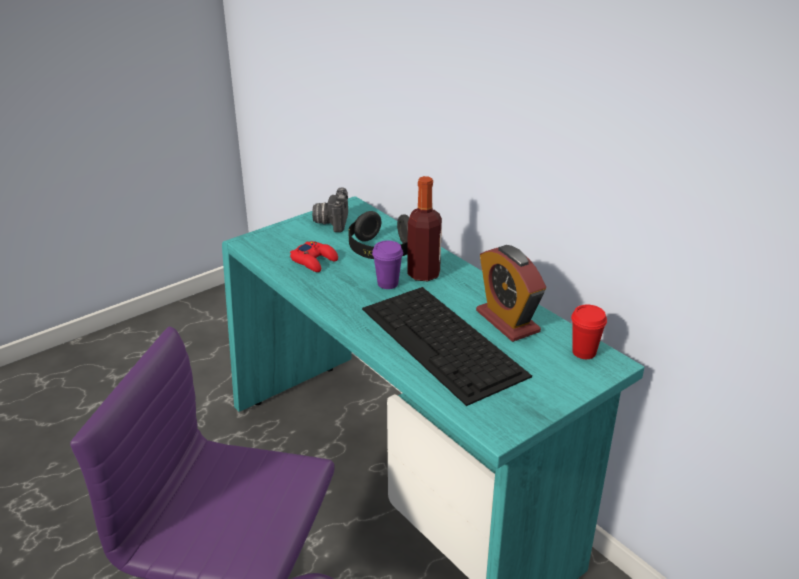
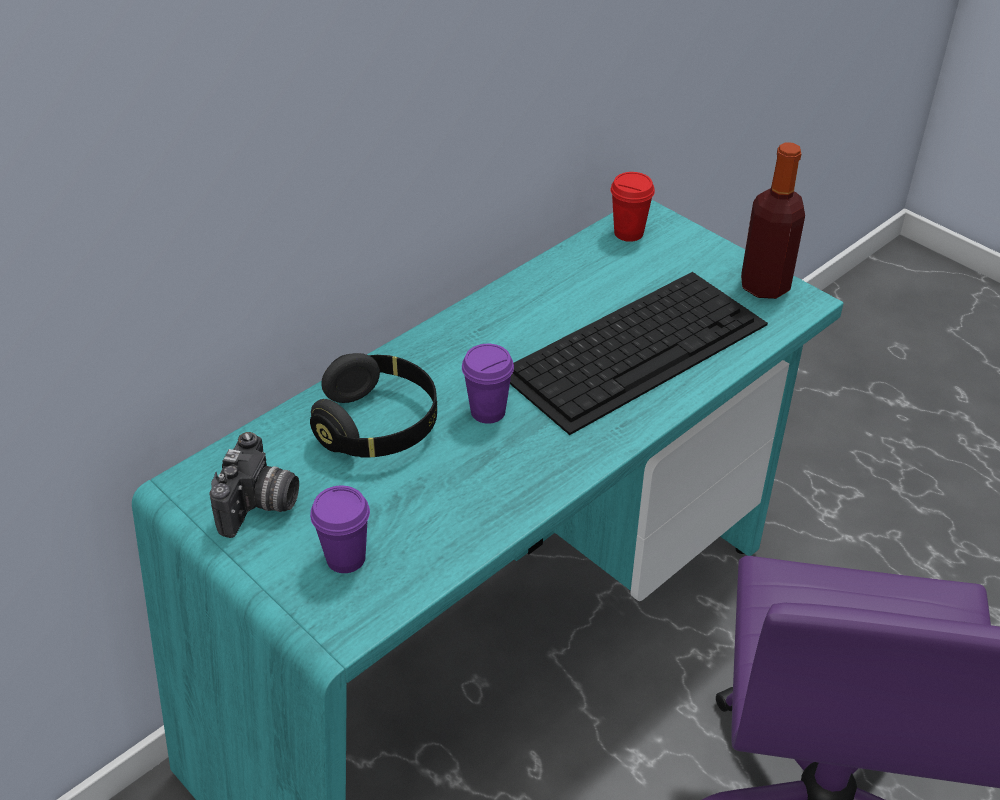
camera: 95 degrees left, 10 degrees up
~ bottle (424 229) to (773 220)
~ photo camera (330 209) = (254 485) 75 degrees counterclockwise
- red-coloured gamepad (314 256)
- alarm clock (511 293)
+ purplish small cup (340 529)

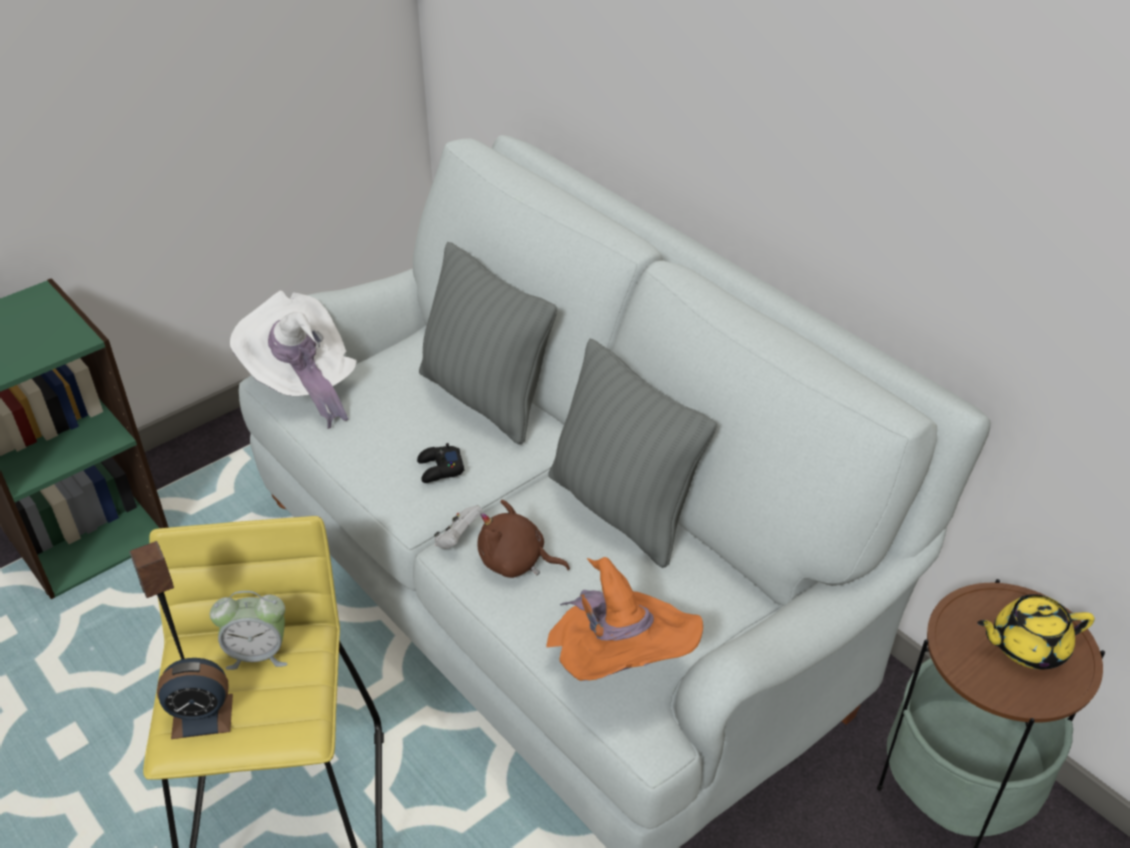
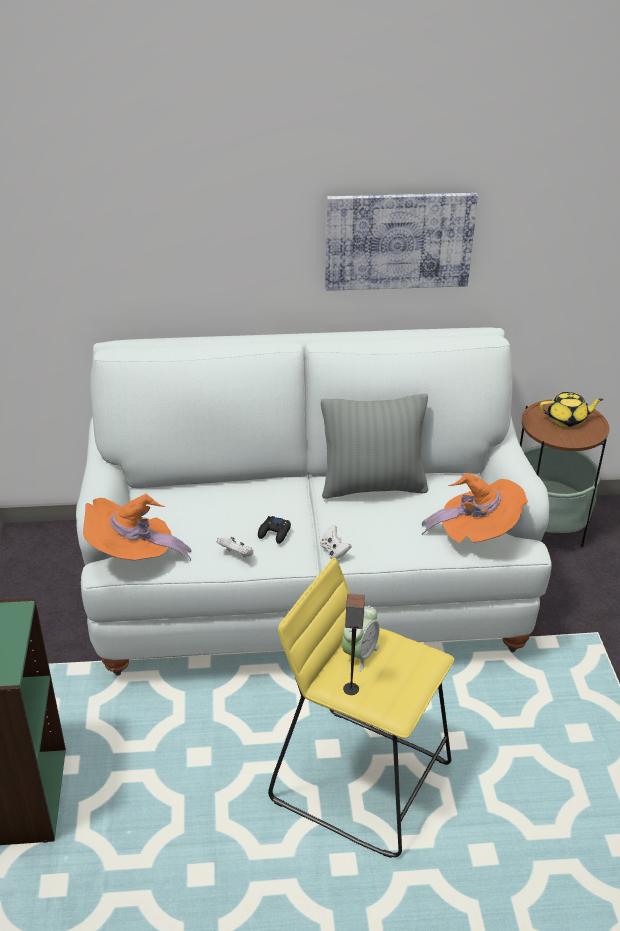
camera: 55 degrees left, 5 degrees down
- greyish cushion (488 343)
~ whitish wearable hat (293 359) to orange-coloured wearable hat (137 527)
- brown plush toy (523 539)
~ yellowish tea pot (1036 632) = (571 409) 120 degrees counterclockwise
- alarm clock (195 698)
+ picture (401 242)
+ whitish gamepad (235 547)

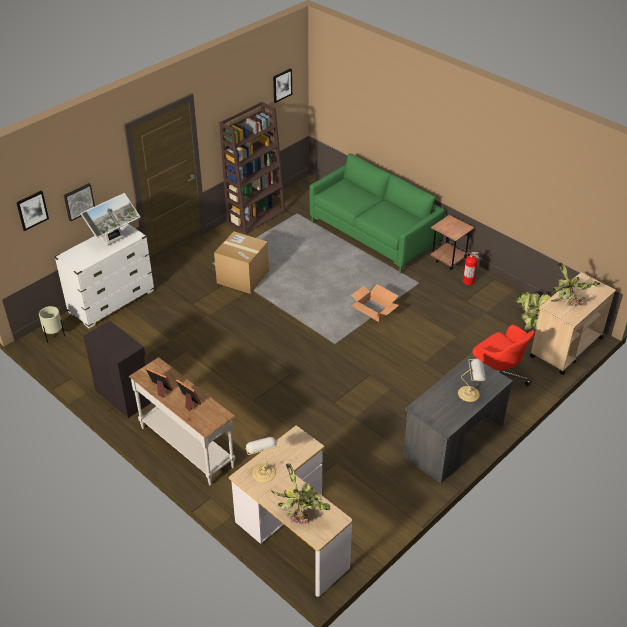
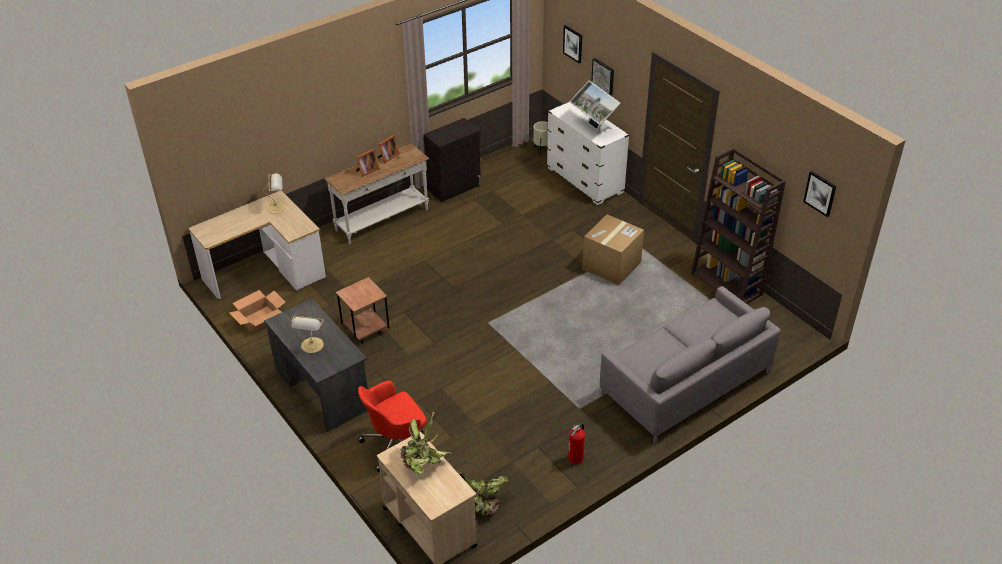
camera: 100 degrees right, 0 degrees up
~ green-coloured couch (377 213) to greyish couch (690 365)
~ brown end table (452 242) to (363 310)
~ packing box (375 303) to (257 311)
- potted plant (300 494)

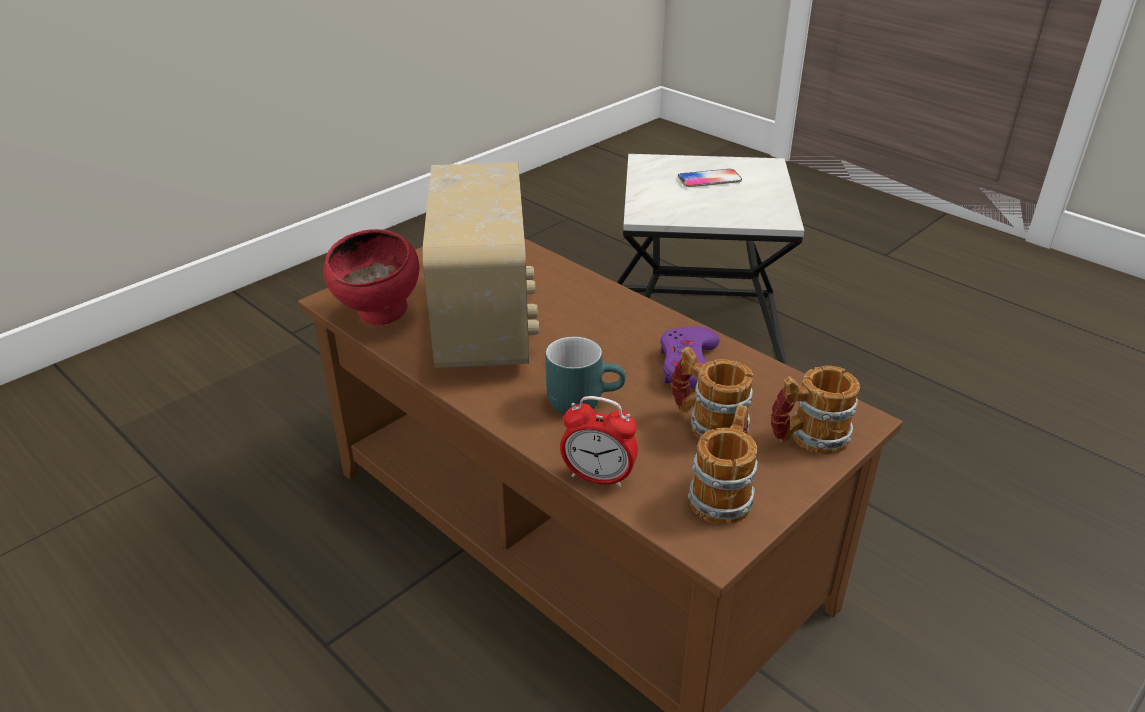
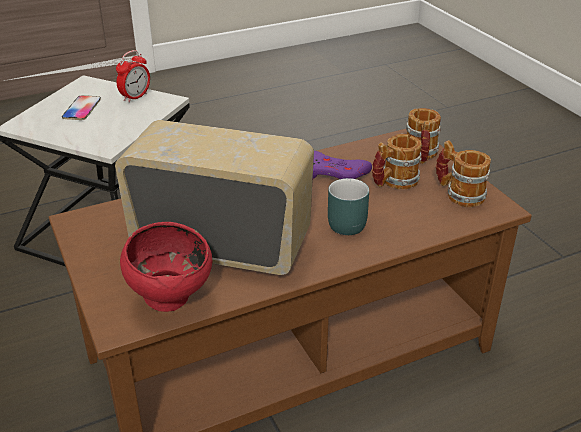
camera: 70 degrees left, 0 degrees up
~ alarm clock (599 441) to (133 76)

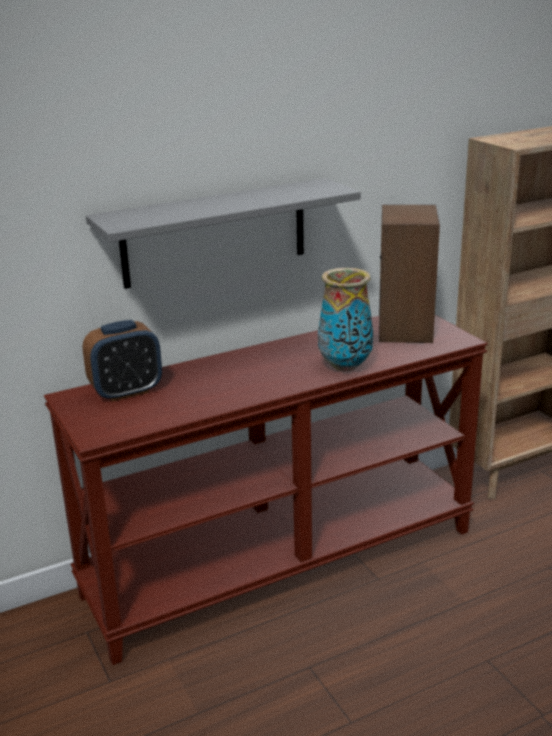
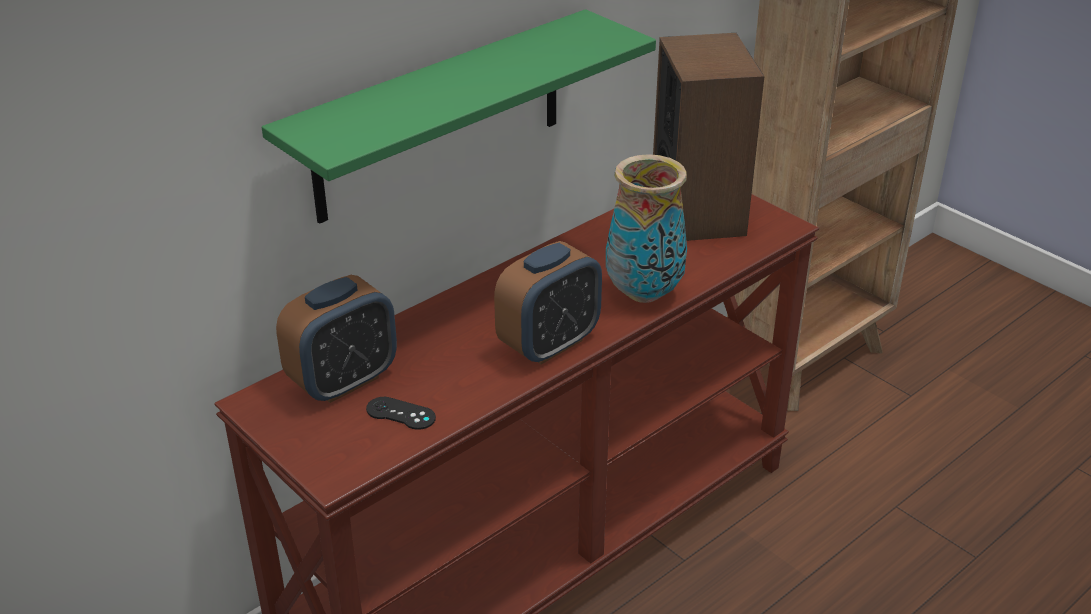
camera: 15 degrees left, 10 degrees up
~ greyish shelf (223 233) to green-coloured shelf (459 116)
+ alarm clock (548 302)
+ black-coloured gamepad (401 413)

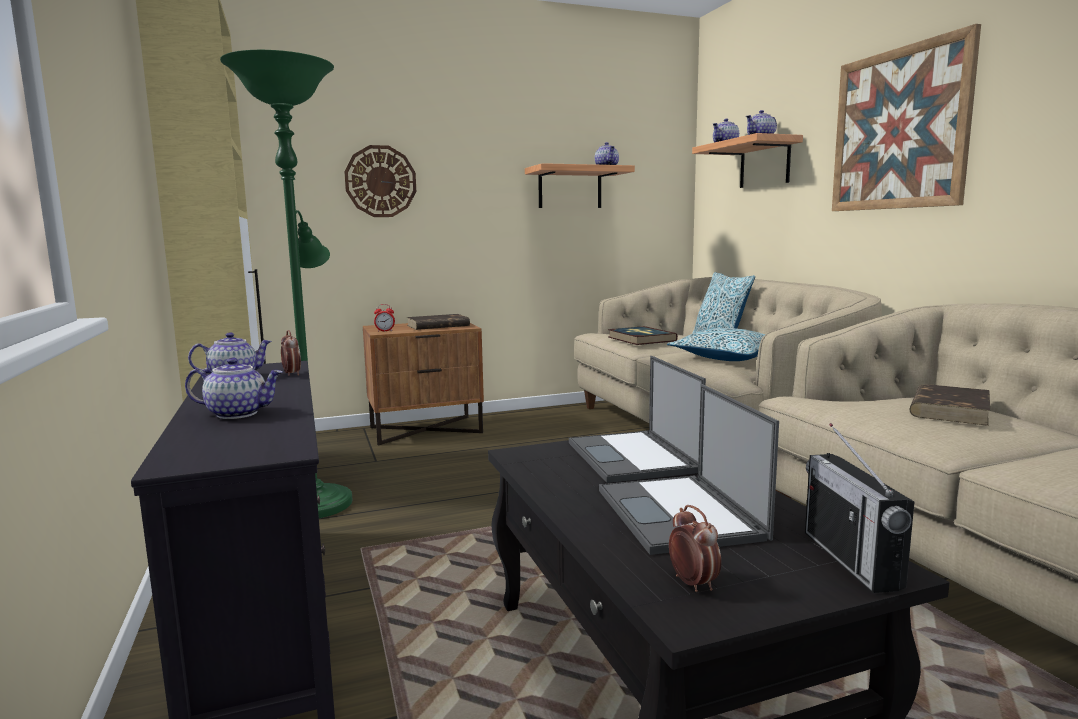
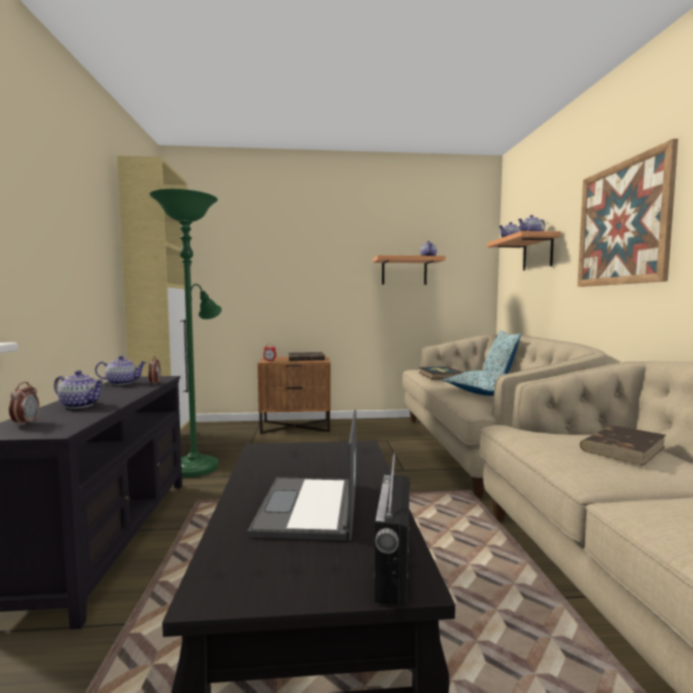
camera: 15 degrees right, 5 degrees down
- hanging clock (380 181)
- portable computer (637 419)
~ alarm clock (695 548) to (24 404)

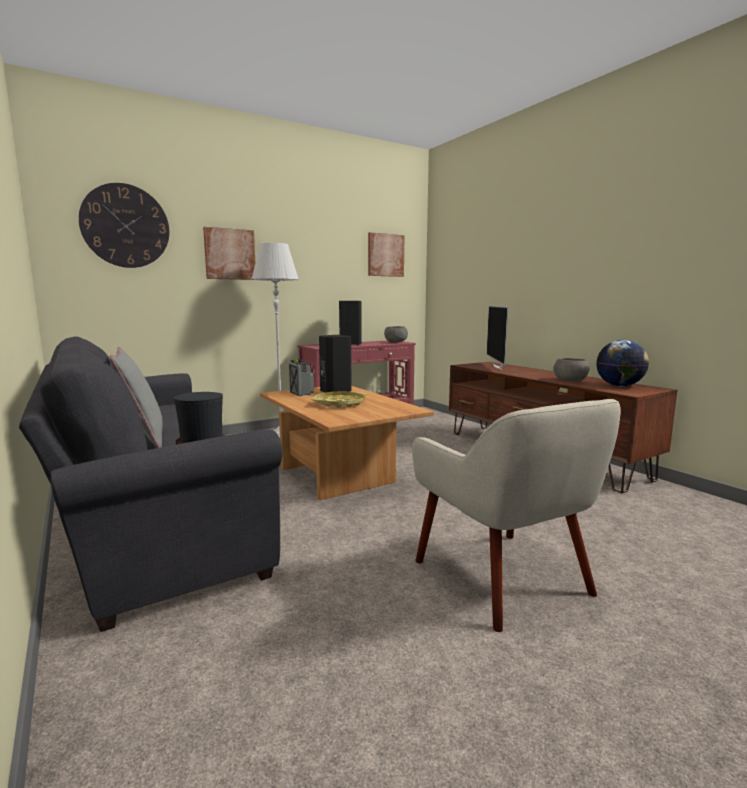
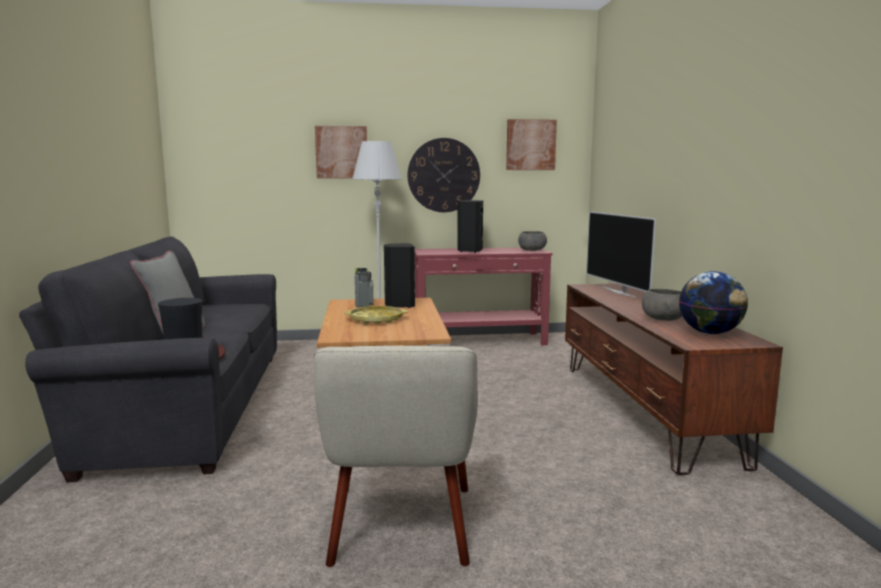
camera: 25 degrees right, 0 degrees up
~ hanging clock (124 225) to (443 175)
~ TV (497 338) = (621 254) 45 degrees counterclockwise

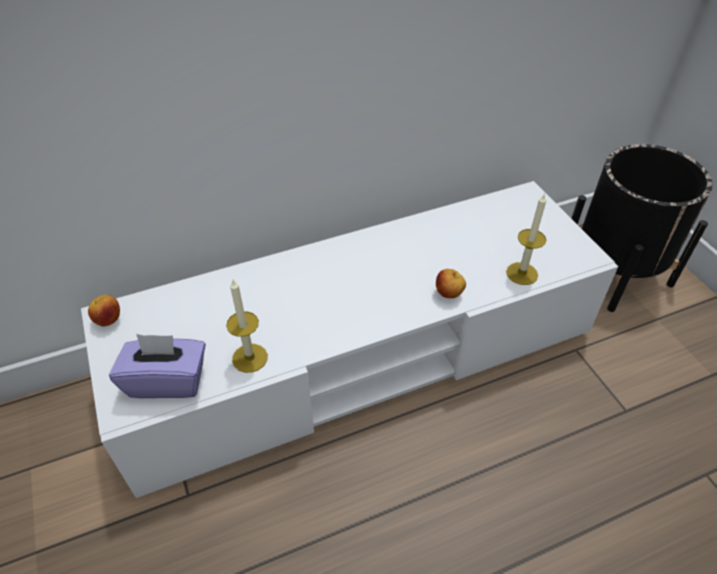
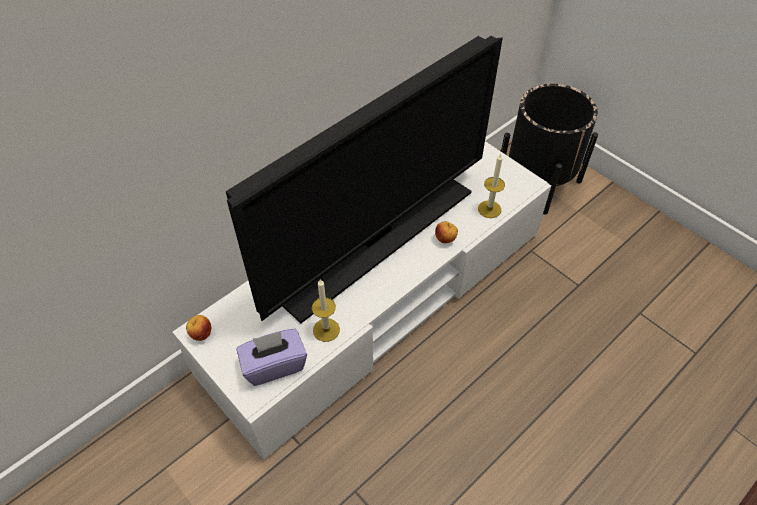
camera: 20 degrees left, 5 degrees up
+ TV (364 179)

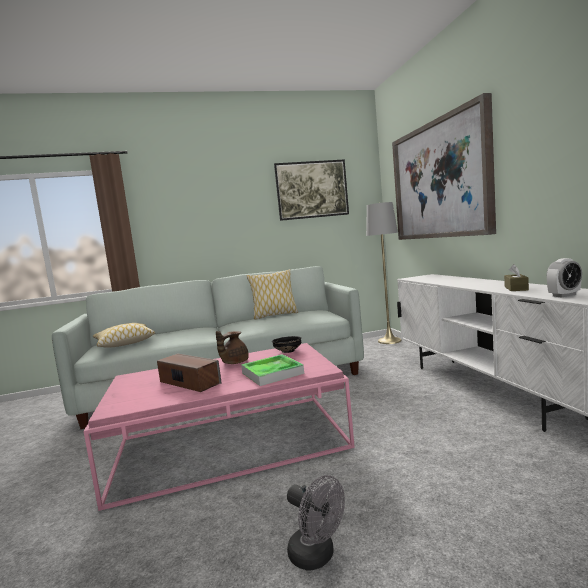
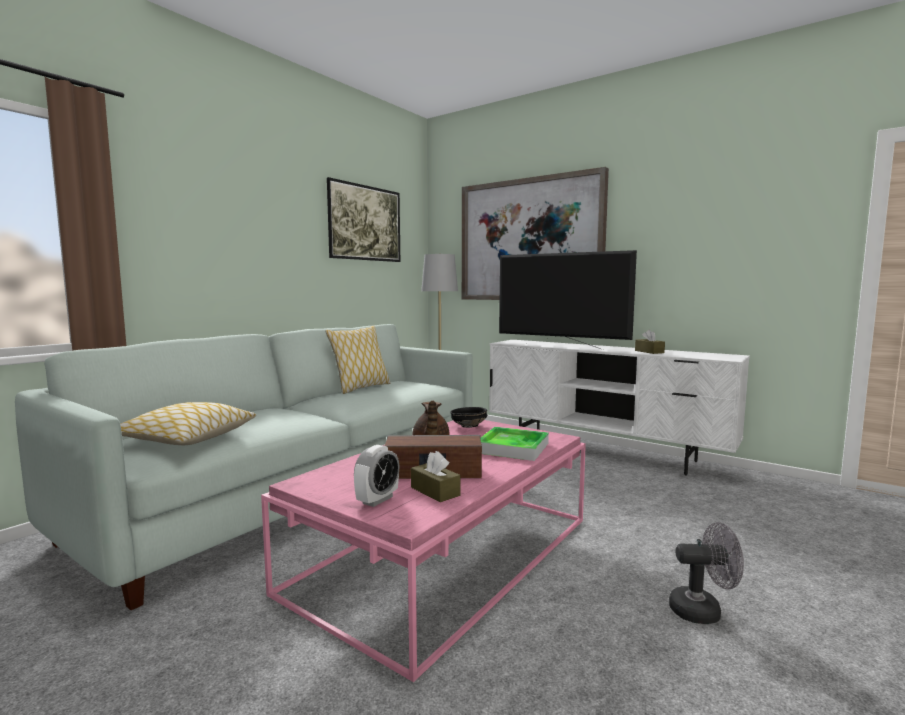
camera: 40 degrees left, 0 degrees up
~ alarm clock (564 277) to (377 476)
+ TV (568 299)
+ brown tissue holder (436 476)

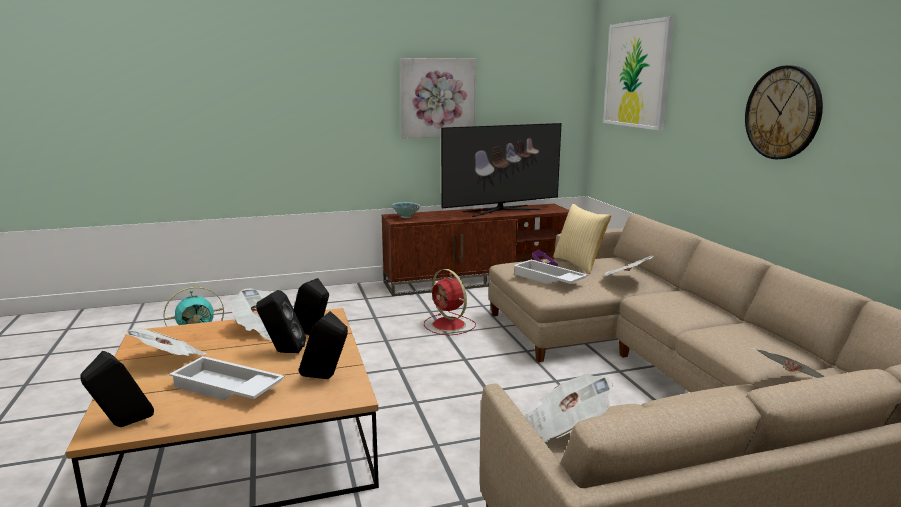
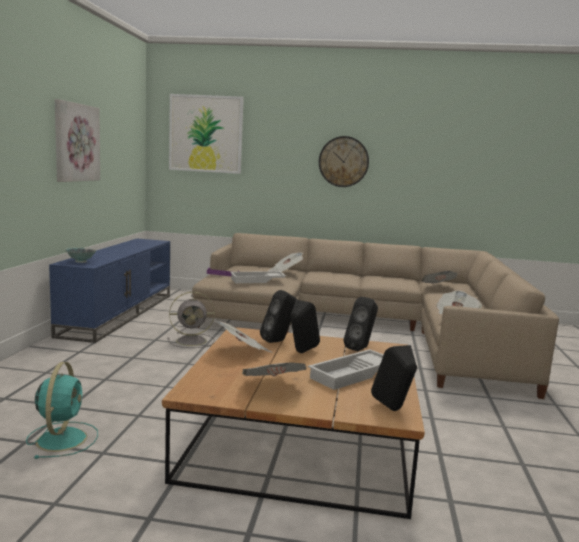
camera: 65 degrees left, 5 degrees down
- TV (501 170)
~ brown media console (475 250) to blue-coloured media console (109 291)
- cushion (582 239)
~ red-coloured electric fan (450 302) to greyish electric fan (191 320)

